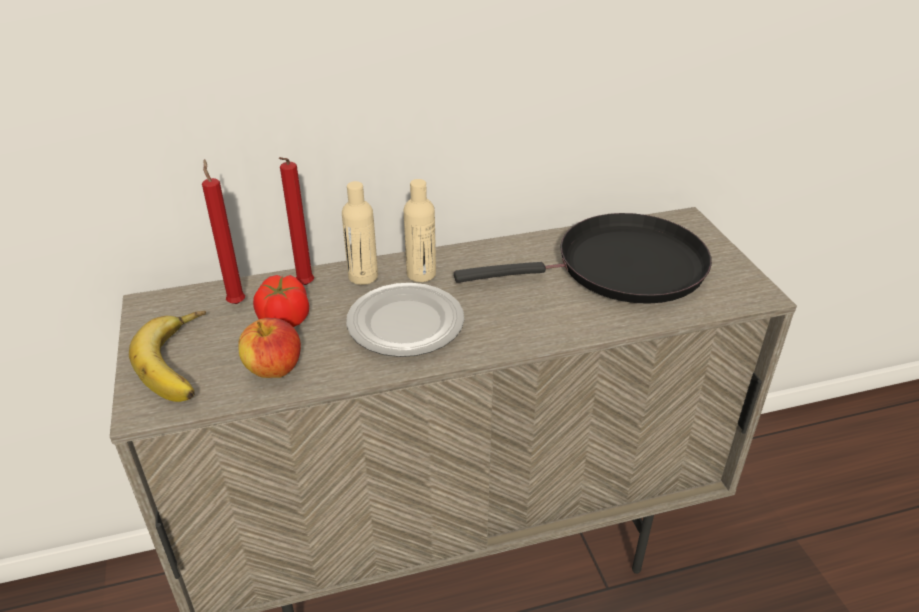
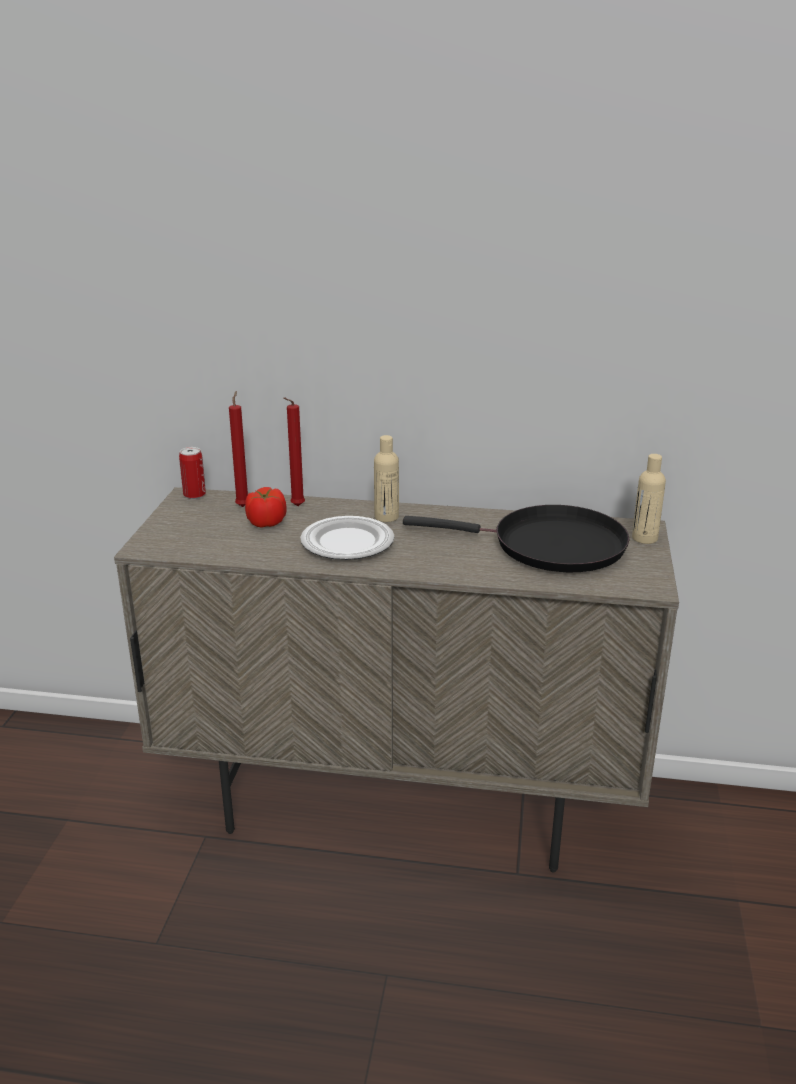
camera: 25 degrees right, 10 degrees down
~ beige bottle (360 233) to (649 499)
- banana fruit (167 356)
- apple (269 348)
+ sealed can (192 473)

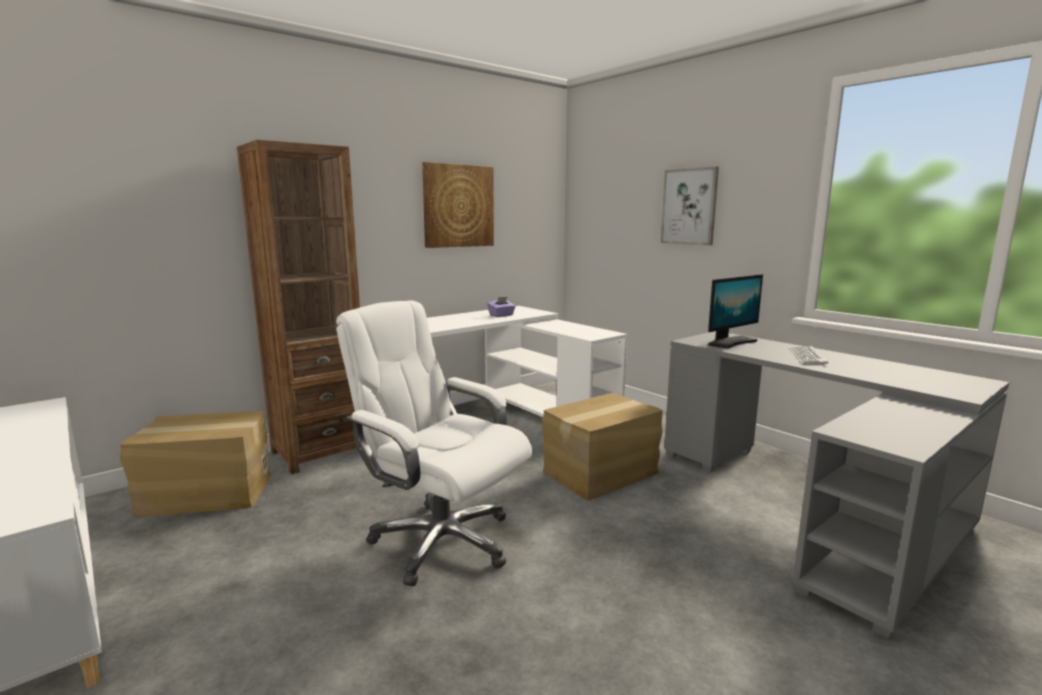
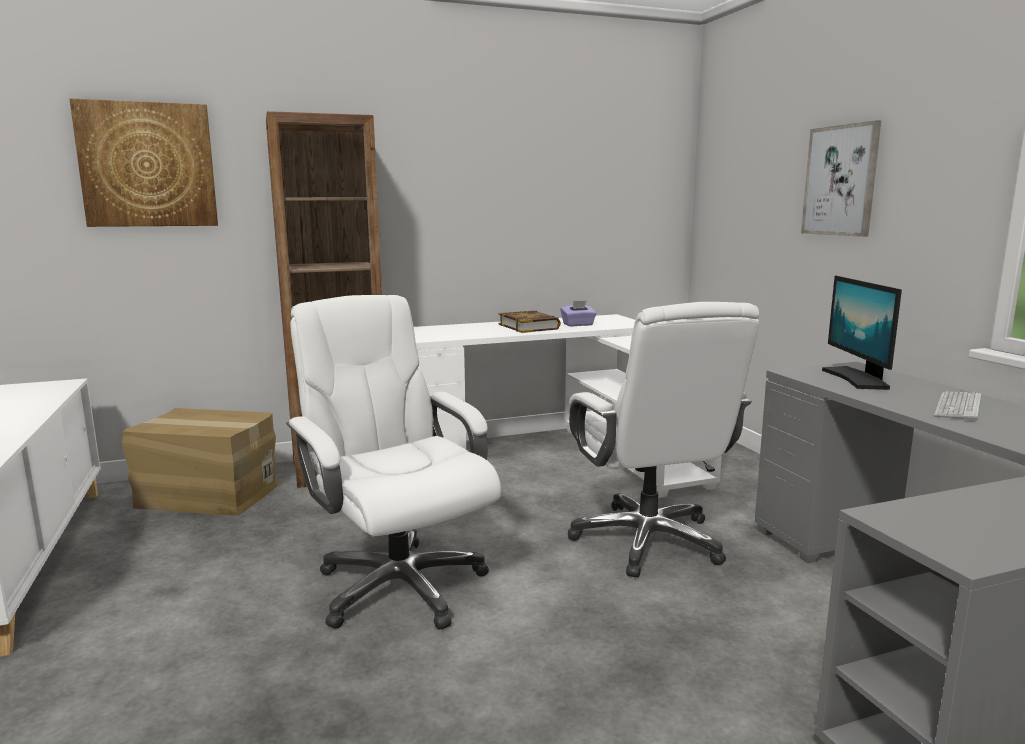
camera: 20 degrees right, 0 degrees up
~ picture (458 205) to (144 162)
~ computer screen (735 311) = (862 333) 105 degrees clockwise
~ packing box (602 446) to whitish office chair (663 440)
+ bound book (529 322)

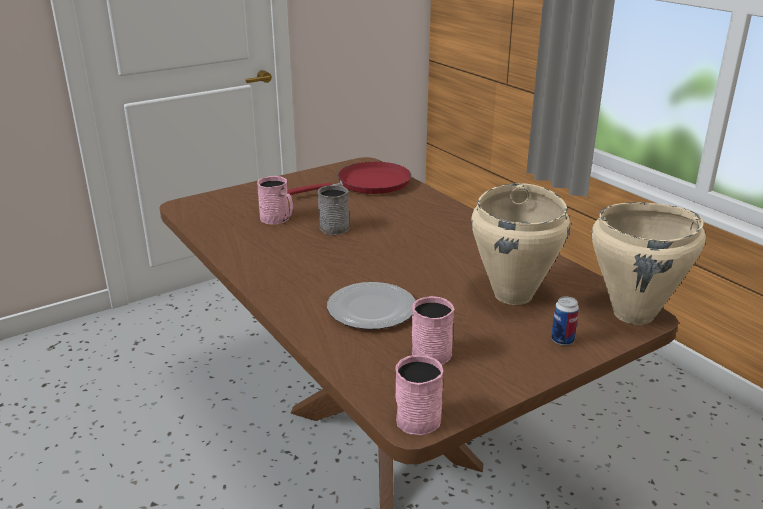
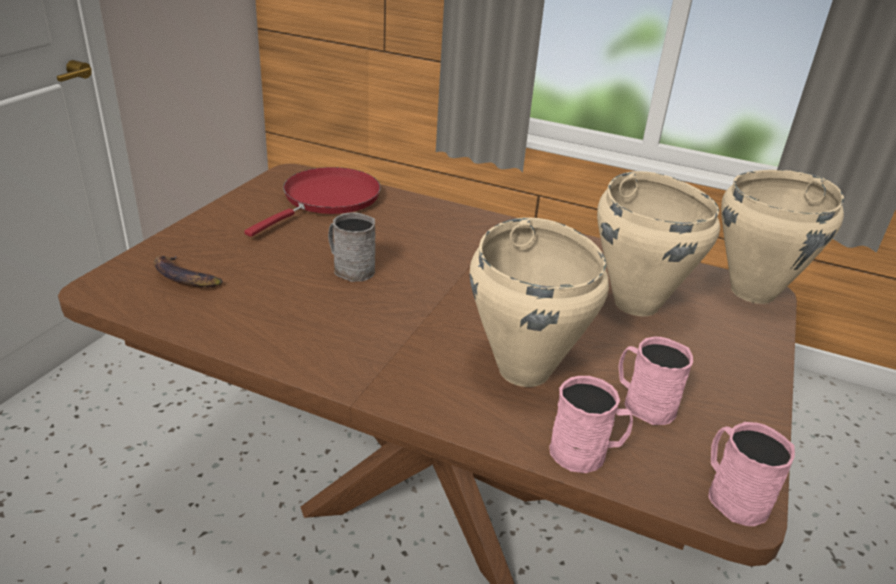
camera: 35 degrees left, 5 degrees up
~ pink-coloured coffee mug (275 200) to (591 424)
~ dinner plate (371 305) to beige saucepot (539 302)
- sealed can (565 321)
+ banana fruit (188 271)

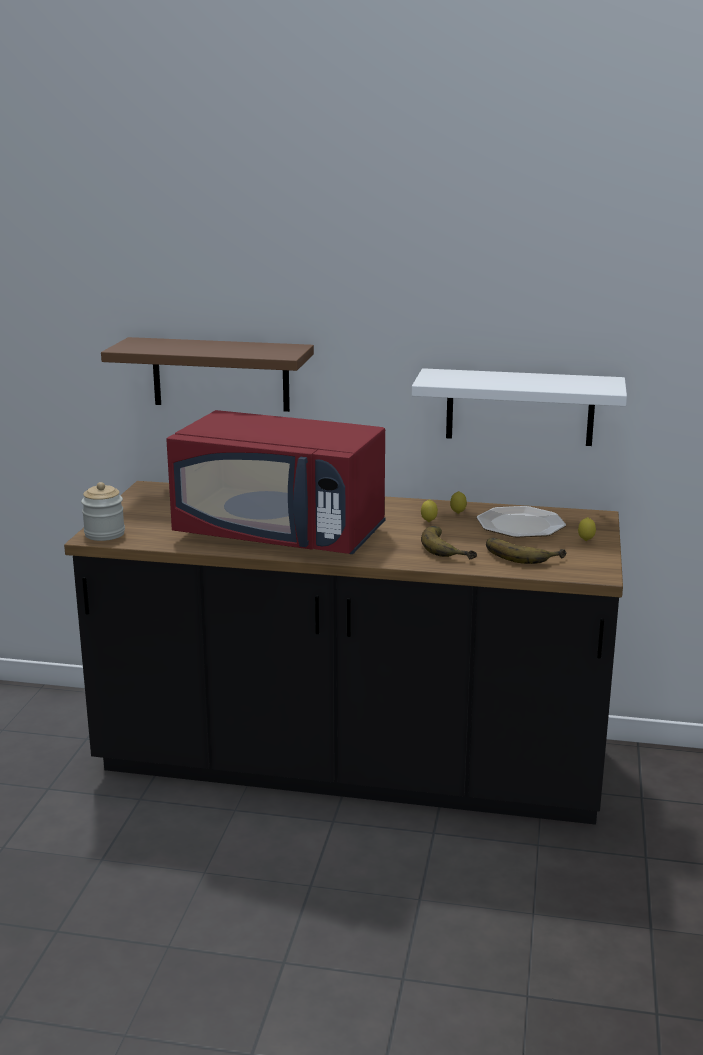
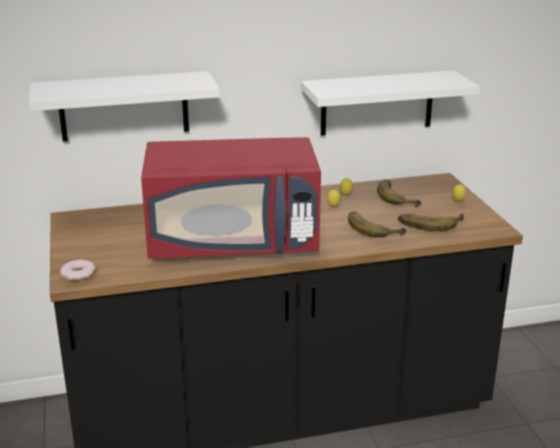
camera: 25 degrees left, 5 degrees up
~ brown shelf (207 374) to whitish shelf (124 106)
~ storage jar (103 511) to donut (77 270)
~ dinner plate (521 522) to banana fruit (399 193)

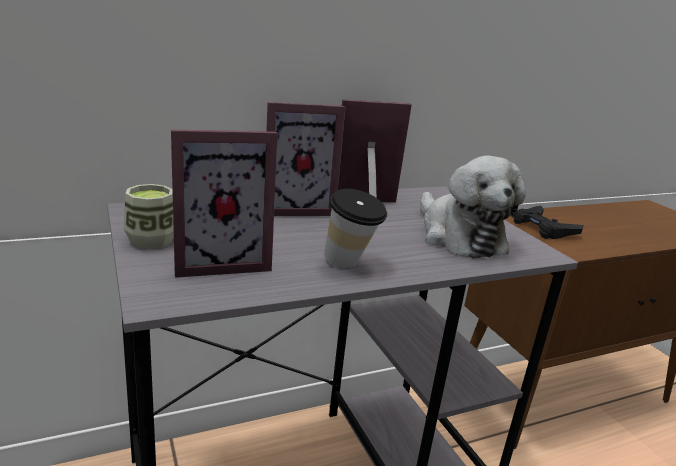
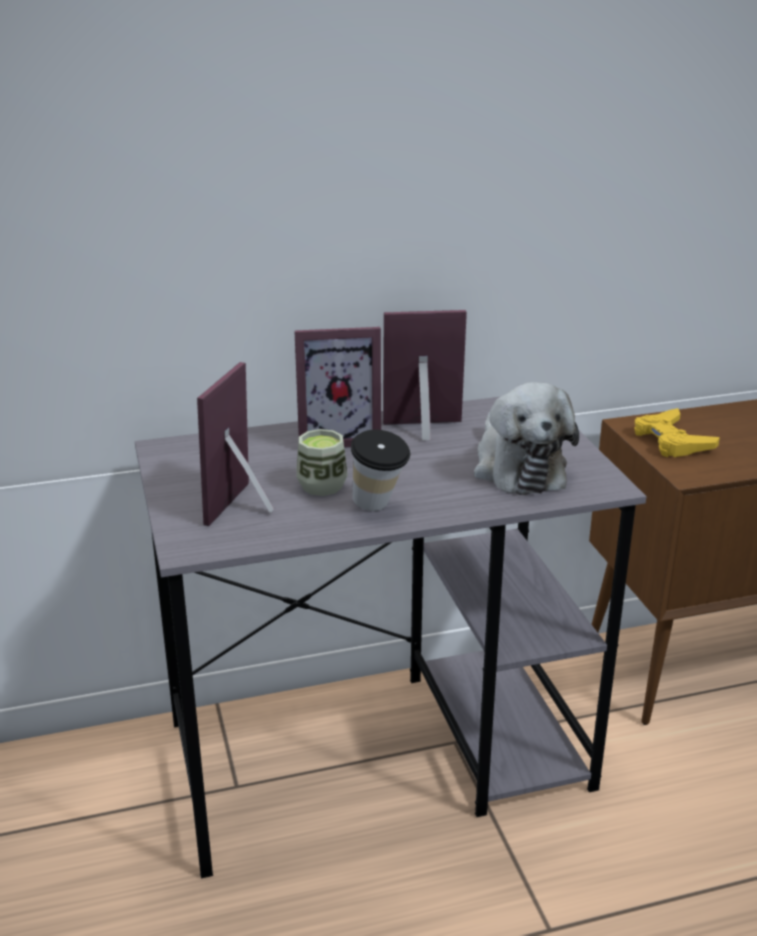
camera: 10 degrees right, 5 degrees up
~ picture frame (224 204) = (235 444) 120 degrees clockwise
~ small cup (149 216) to (322 462)
~ black-coloured gamepad (549 222) to yellowish gamepad (677 432)

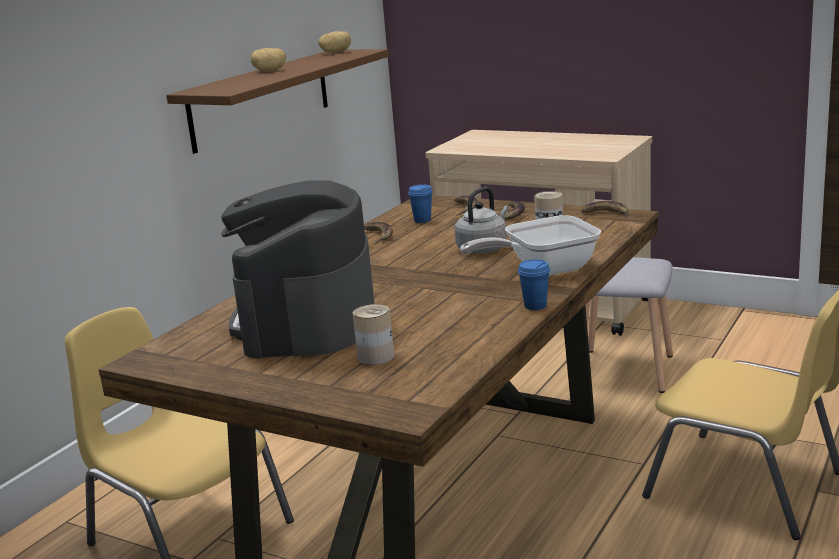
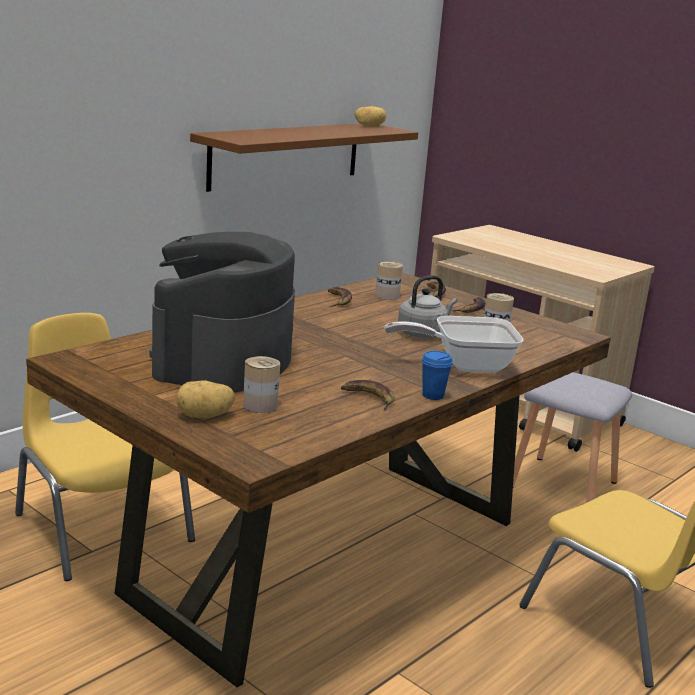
camera: 10 degrees right, 0 degrees up
~ spud (268 60) to (205 399)
~ blue-coloured small cup (420 203) to sealed can (389 280)
~ banana fruit (604 209) to (368 395)

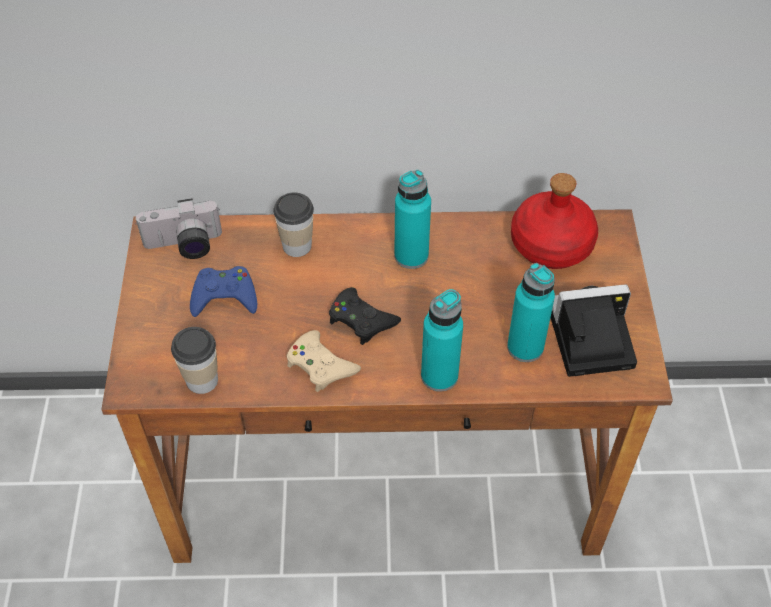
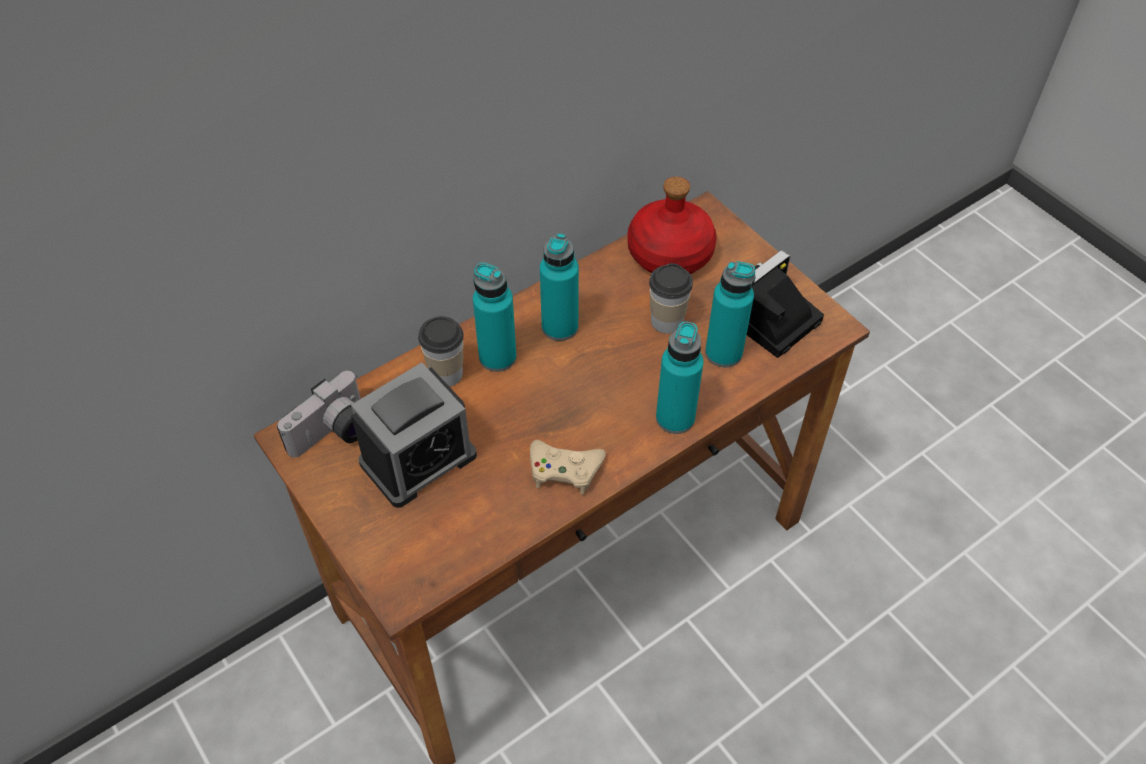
camera: 35 degrees left, 0 degrees up
~ blue-coloured gamepad (223 291) to alarm clock (414 435)
- black-coloured gamepad (365 316)
~ small cup (194 360) to (671 298)
+ turquoise-coloured bottle (495 317)

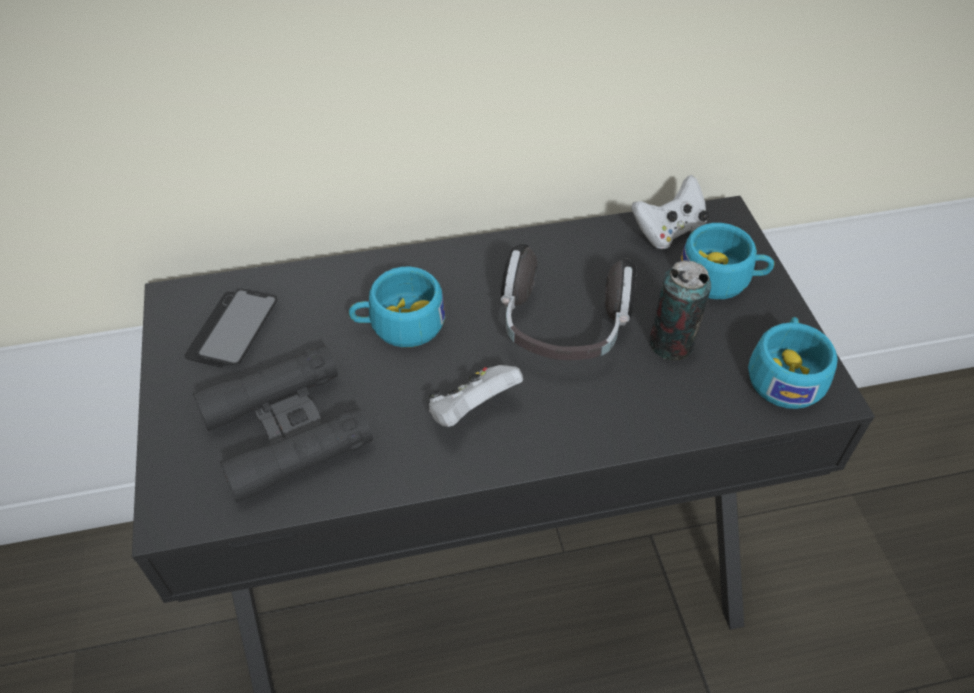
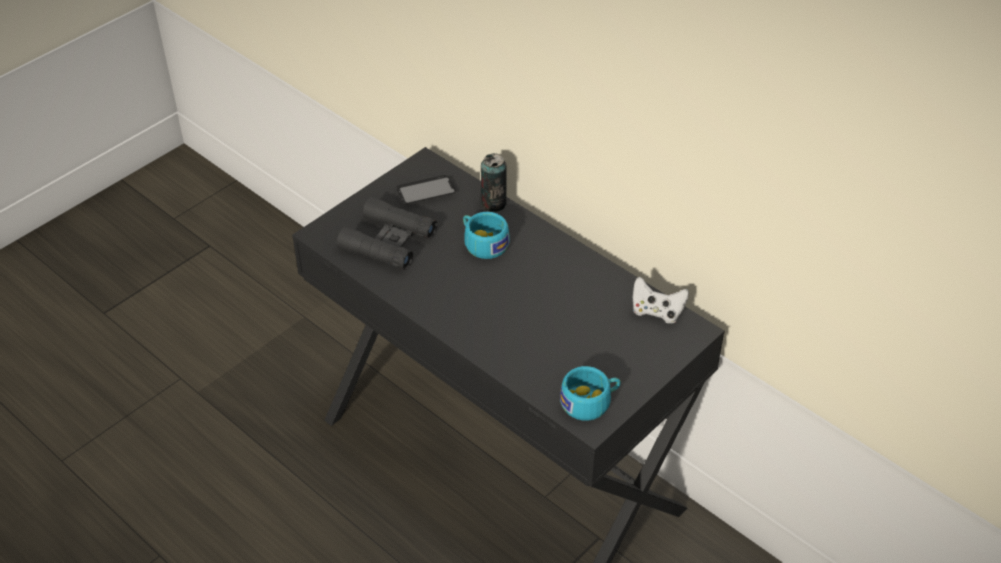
camera: 55 degrees right, 5 degrees down
- turquoise-coloured small cup (727 261)
- headphones (568 302)
~ sealed can (680 310) to (494 182)
- whitish gamepad (476 396)

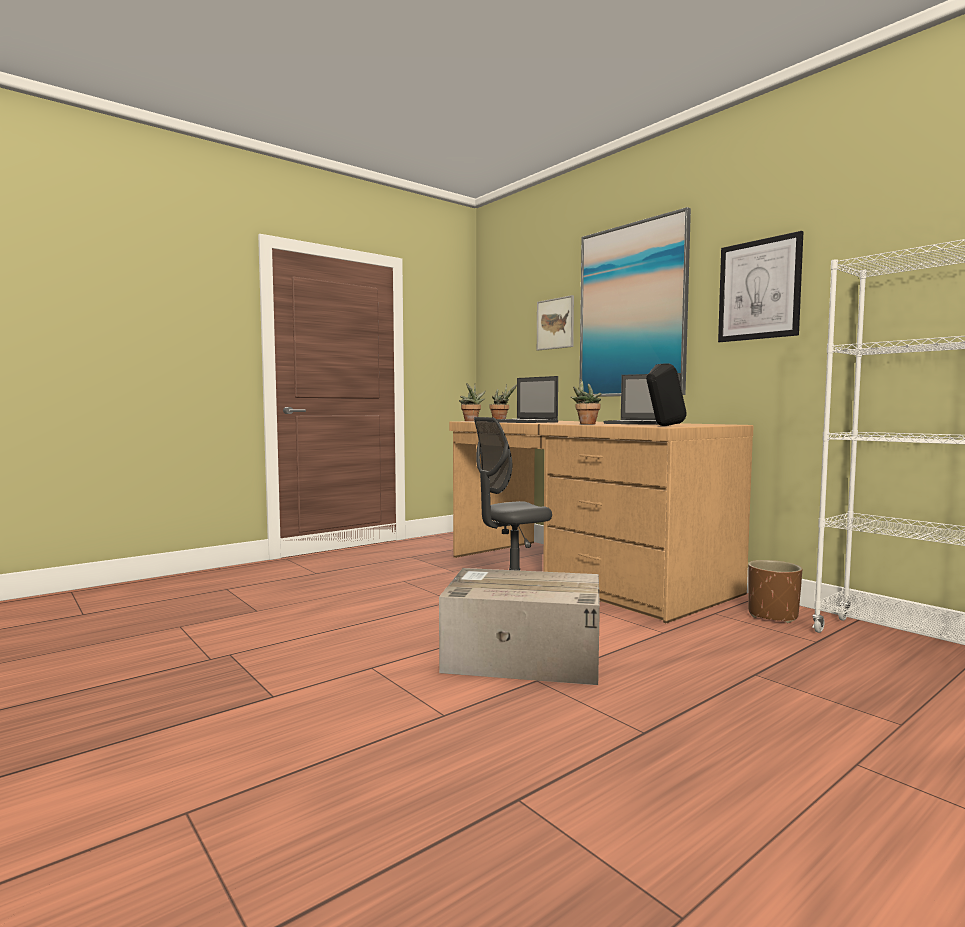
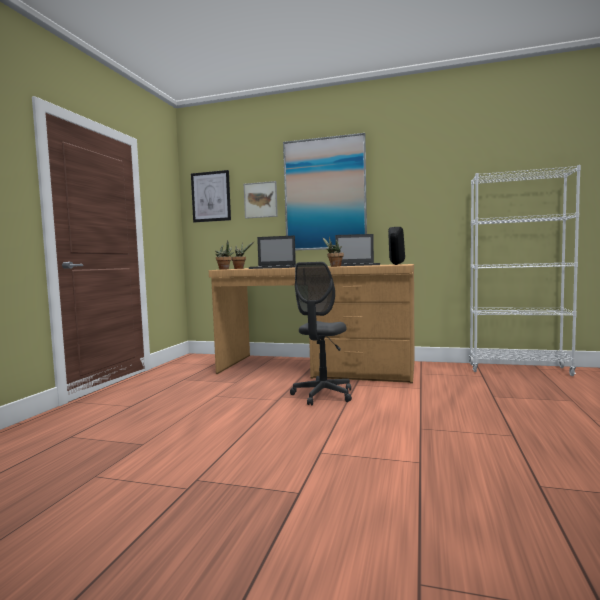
camera: 35 degrees left, 0 degrees up
~ picture (760 286) to (211 196)
- brown plant pot (775 591)
- packing box (519 626)

